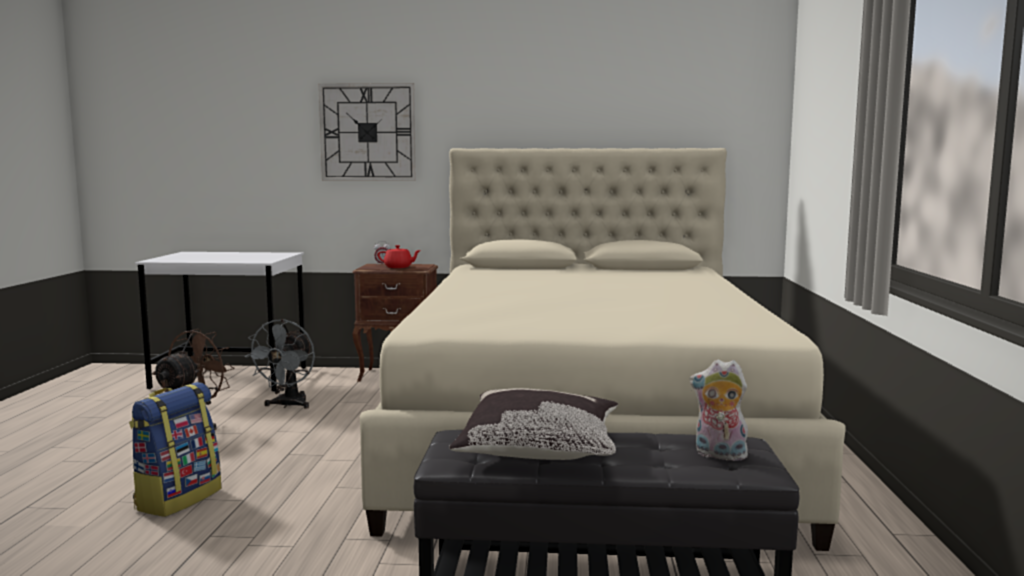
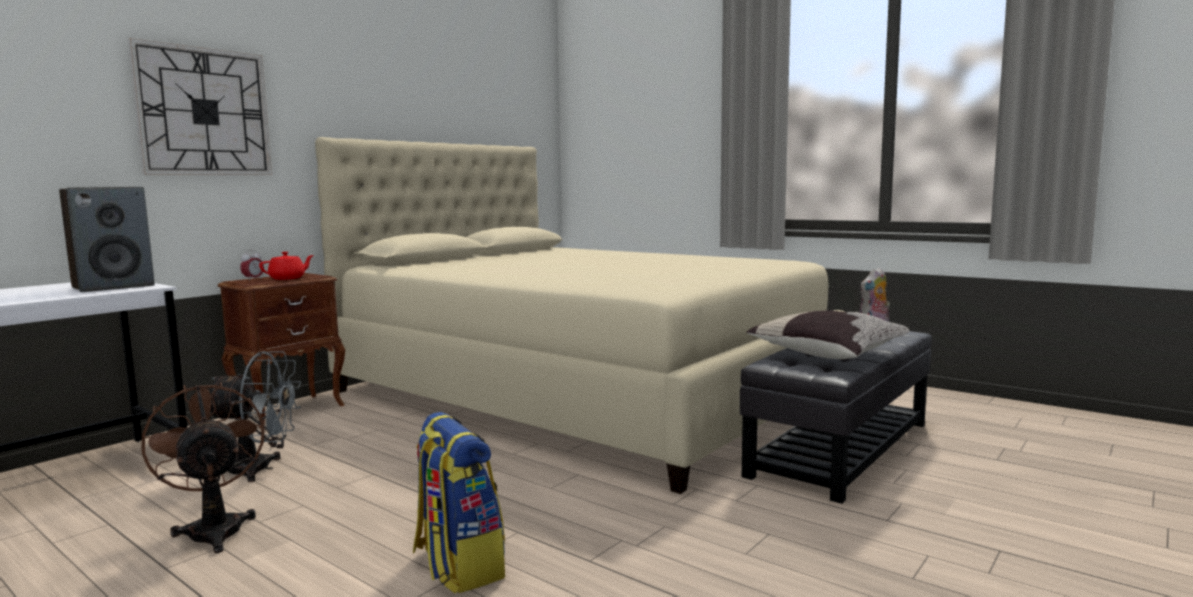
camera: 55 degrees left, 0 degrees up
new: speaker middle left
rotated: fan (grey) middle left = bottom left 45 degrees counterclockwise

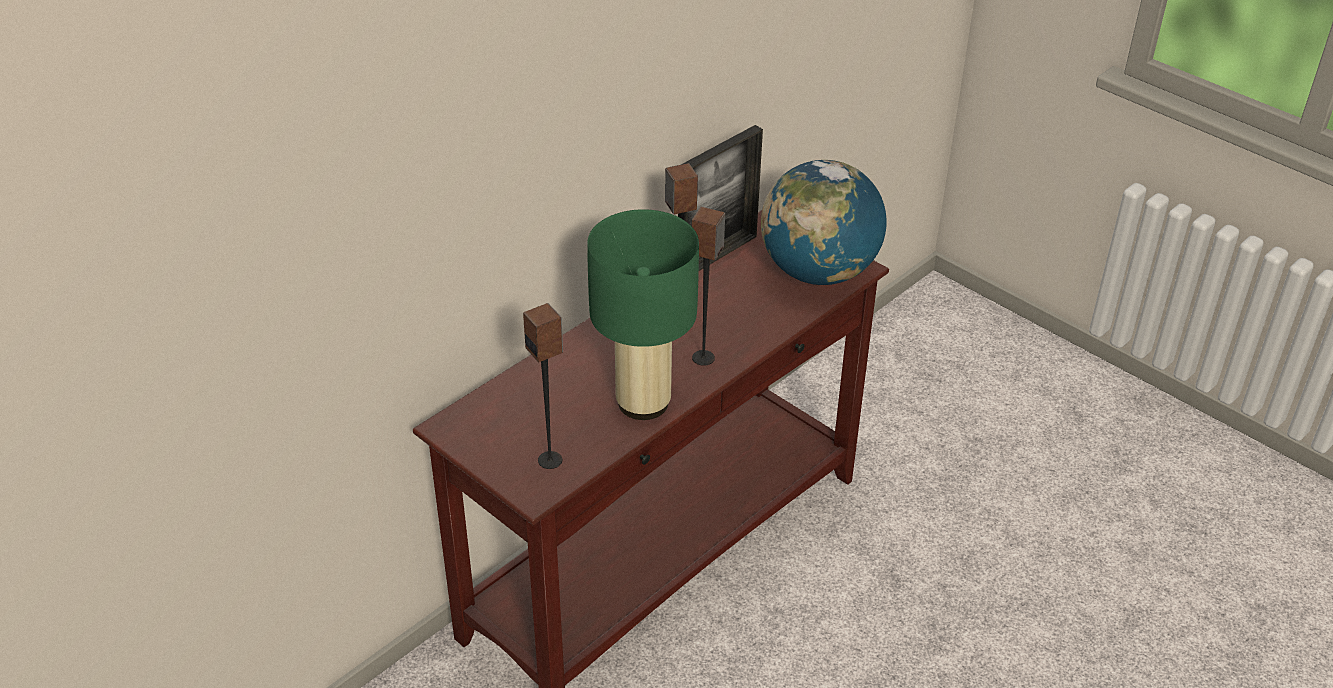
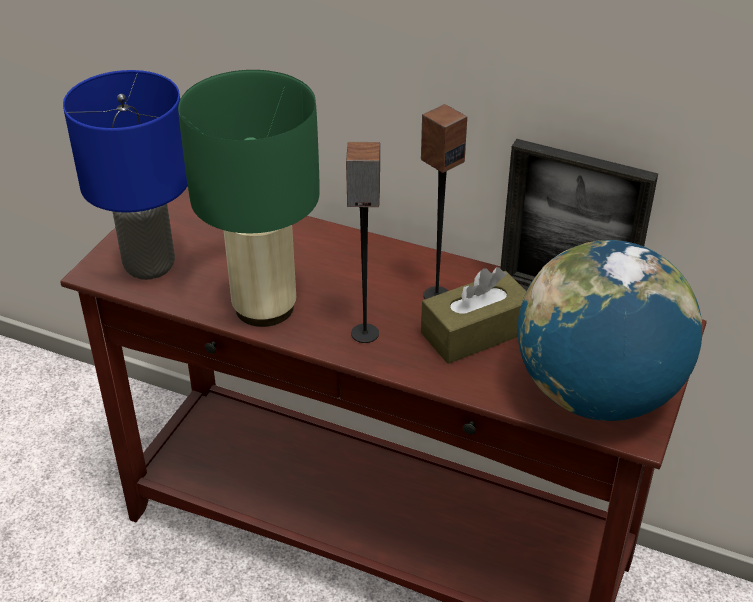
camera: 70 degrees right, 0 degrees up
new: tissue box (brown) centre
swapped: speaker (no. 1 from left) centre to table lamp (blue) top left

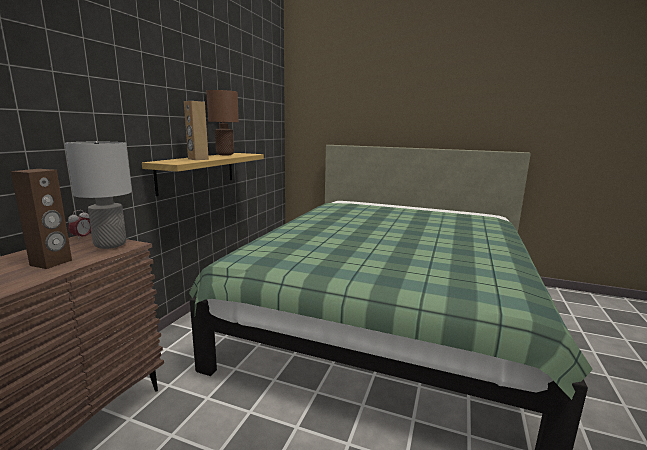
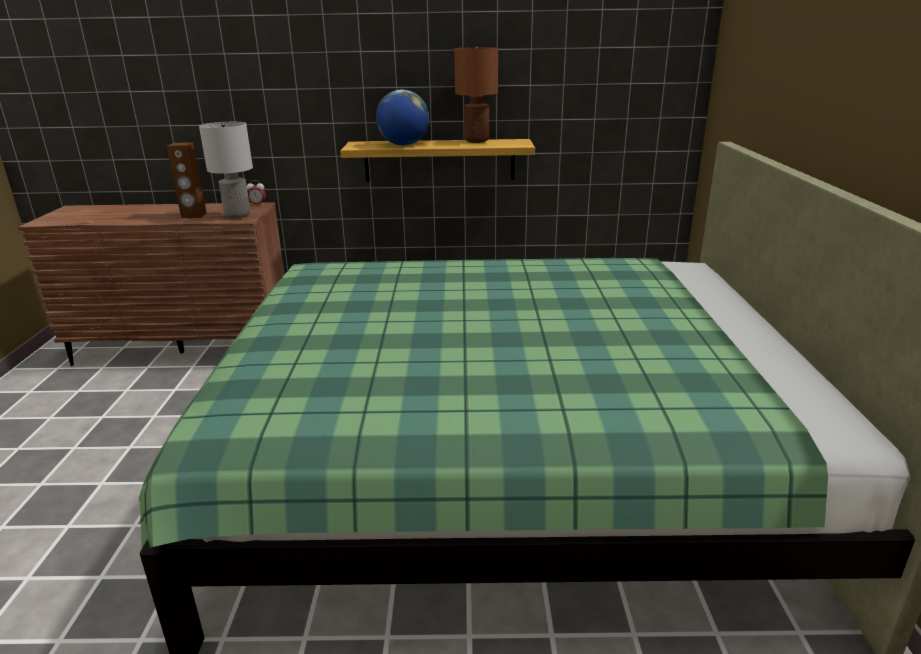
camera: 70 degrees right, 10 degrees up
swapped: speaker (brown) (no. 2 from left) top left to globe top centre

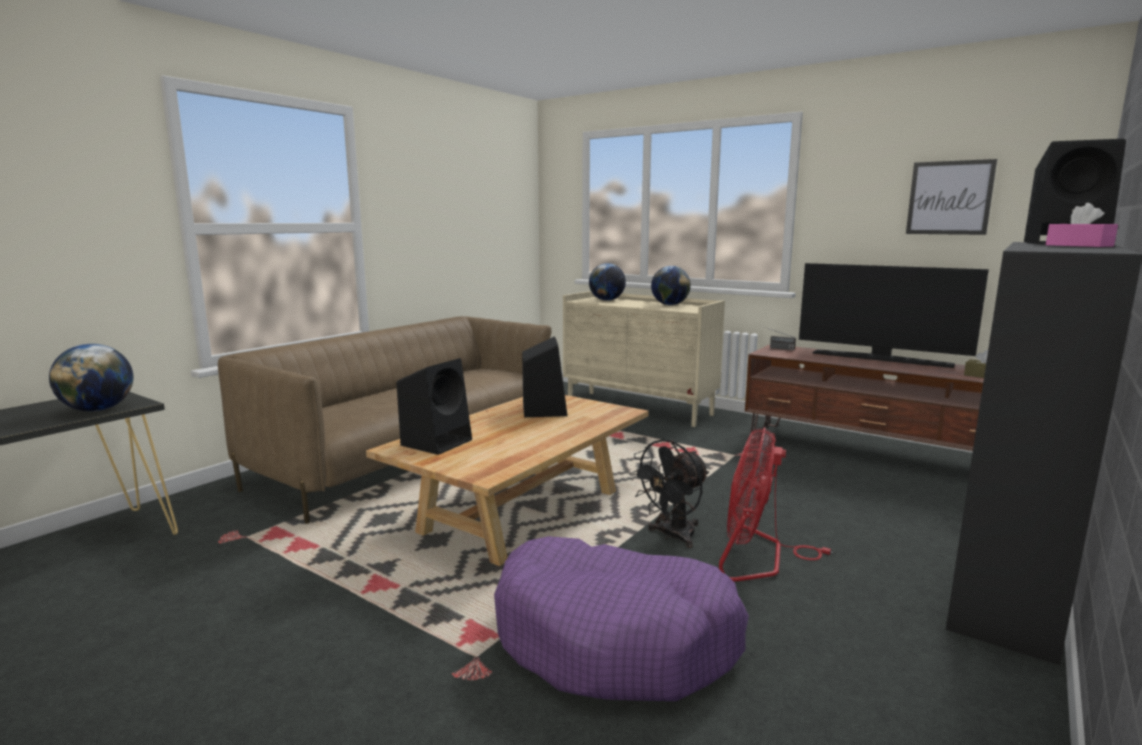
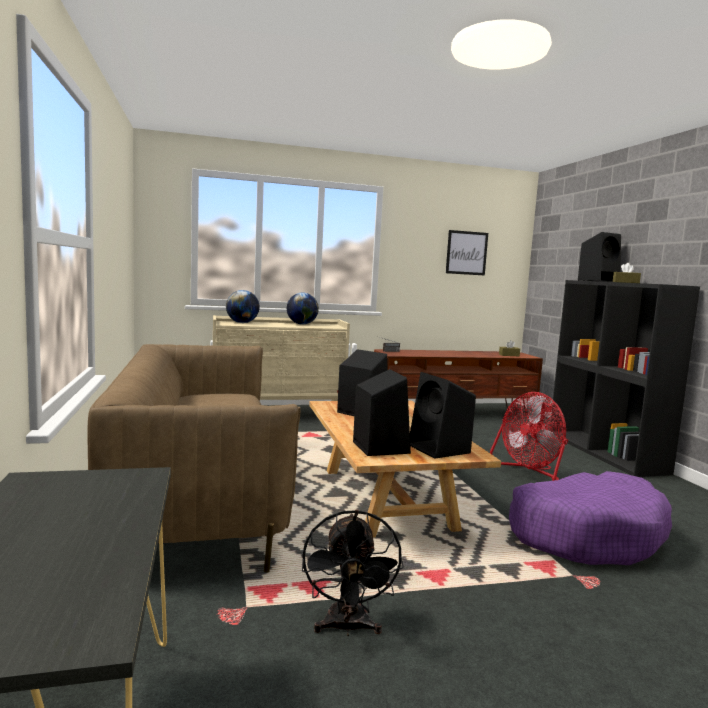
camera: 50 degrees left, 5 degrees down
gone: television middle right; globe (no. 1 from left) middle left
new: speaker (black) (no. 3 from left) centre
shifted: fan (black) centre to bottom centre
repainted: tissue box (pink) top right to tissue box (brown) (no. 2 from left) middle right

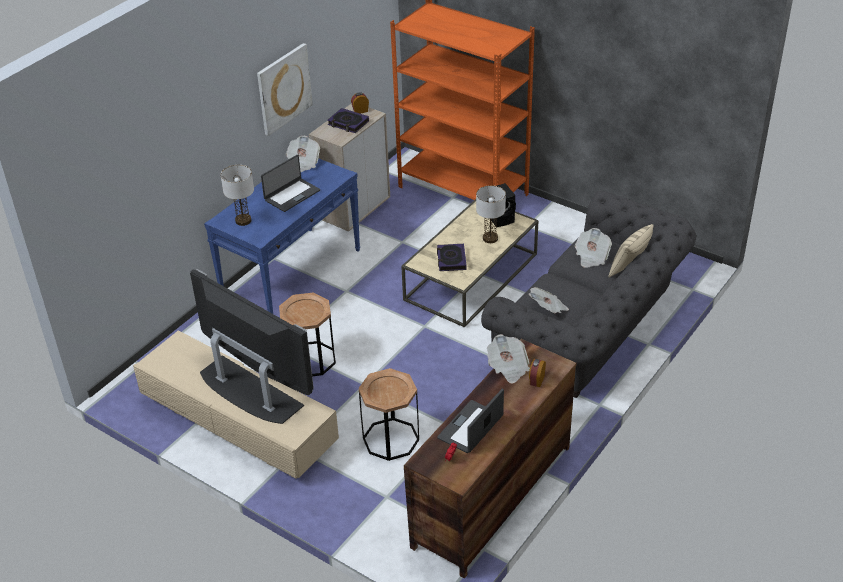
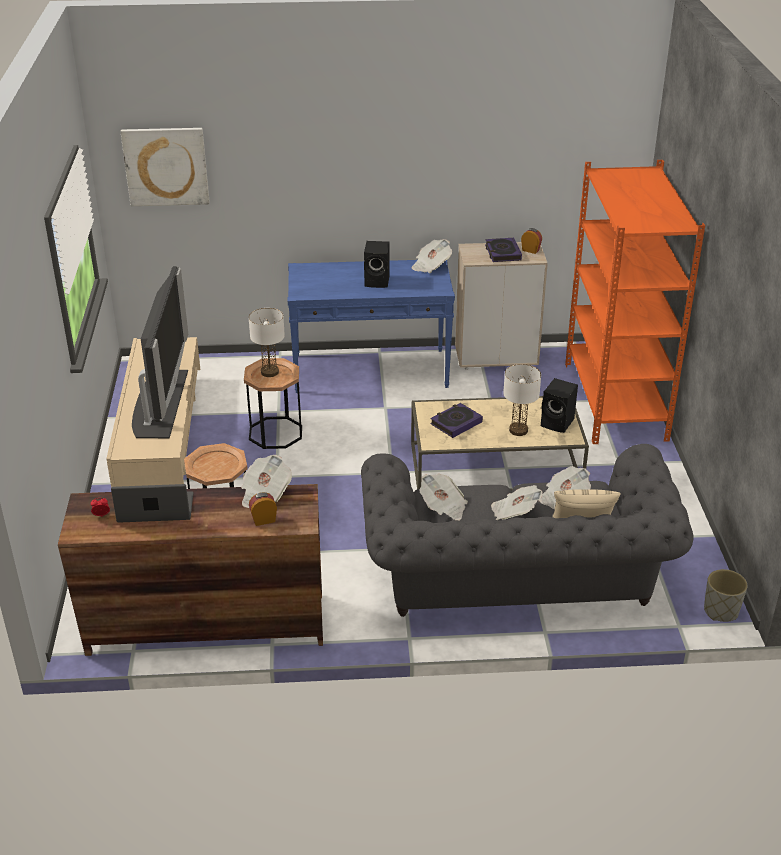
camera: 50 degrees right, 5 degrees down
new: newspaper (no. 4 from left) centre; planter (grey) bottom right
shifted: picture top centre to top left; table lamp (no. 1 from left) middle left to centre
swapped: laptop (no. 1 from left) top centre to speaker (black) (no. 1 from left) top centre

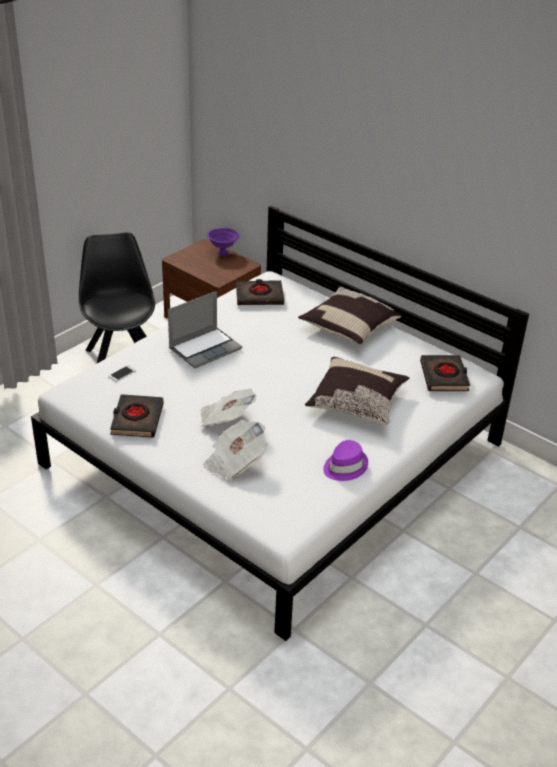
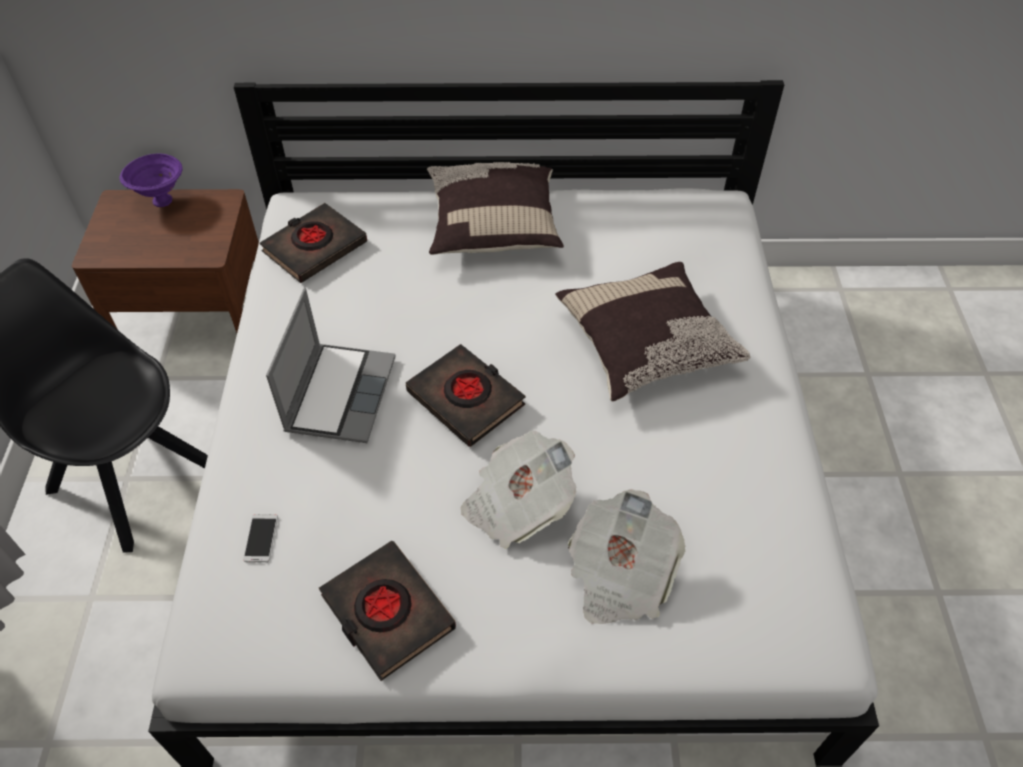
camera: 40 degrees left, 15 degrees up
gone: hat (purple) centre
shifted: book (black) (no. 3 from left) middle right to centre

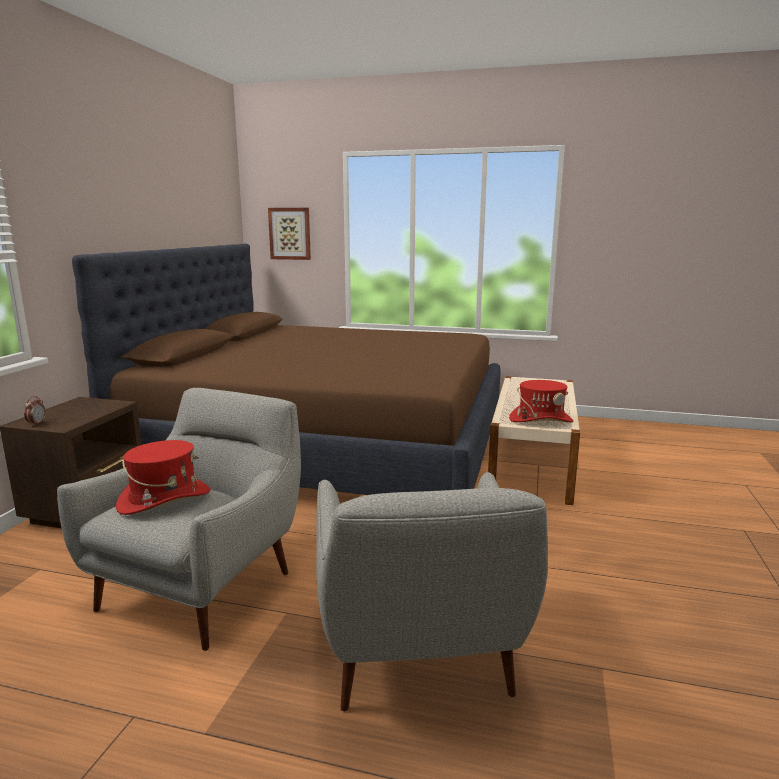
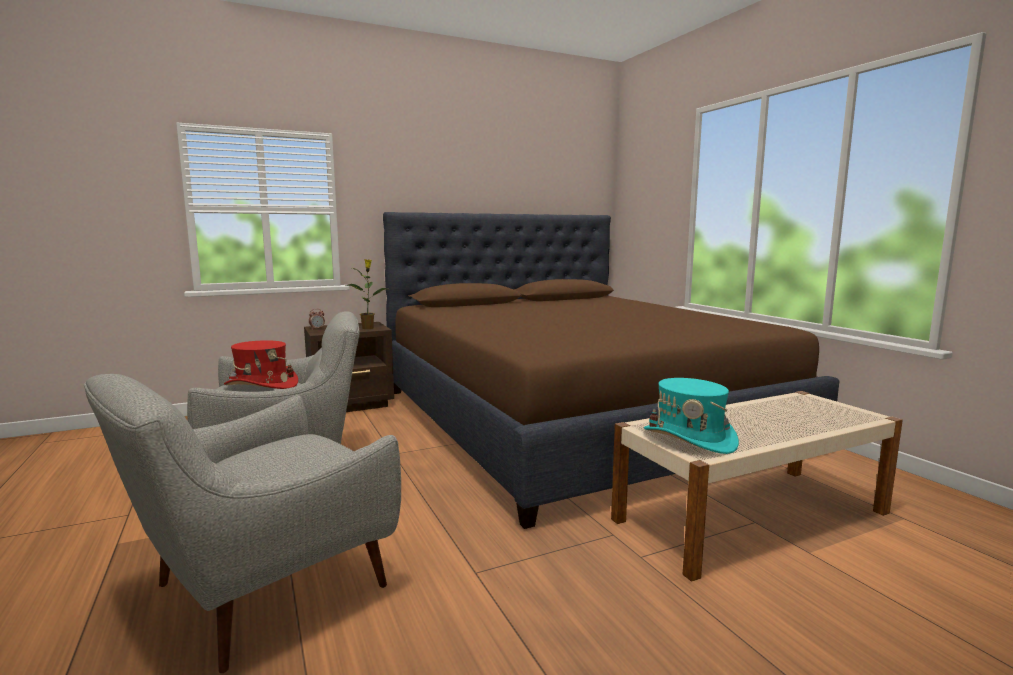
camera: 50 degrees right, 5 degrees down
gone: picture top centre
new: potted plant centre
repainted: hat (red) (no. 2 from left) middle right to hat (turquoise) middle right

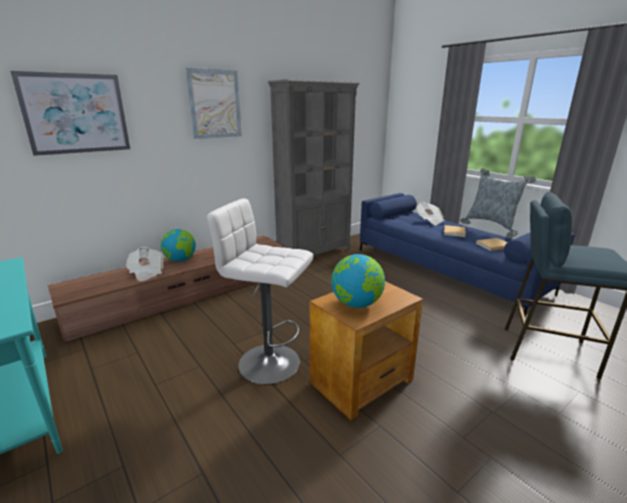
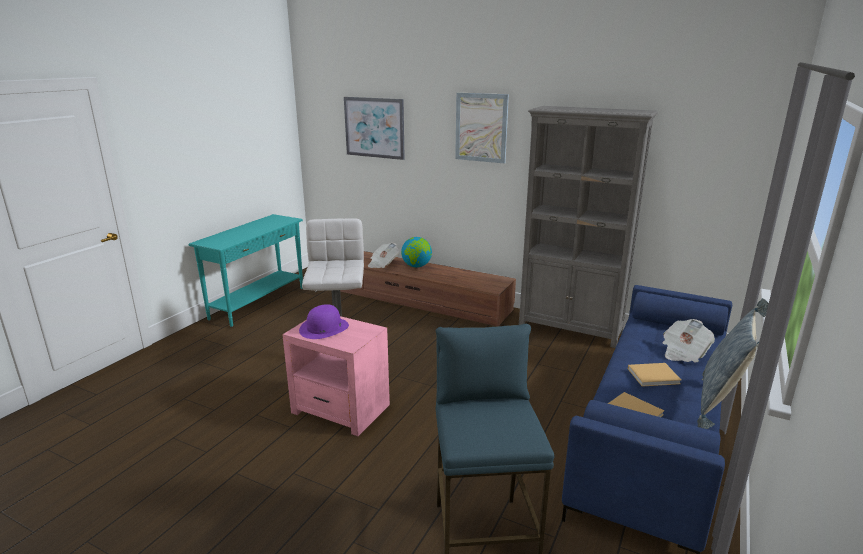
camera: 65 degrees right, 0 degrees up
swapped: globe (no. 2 from left) centre to hat (purple) centre
repainted: side table (brown) bottom centre to side table (pink) bottom centre

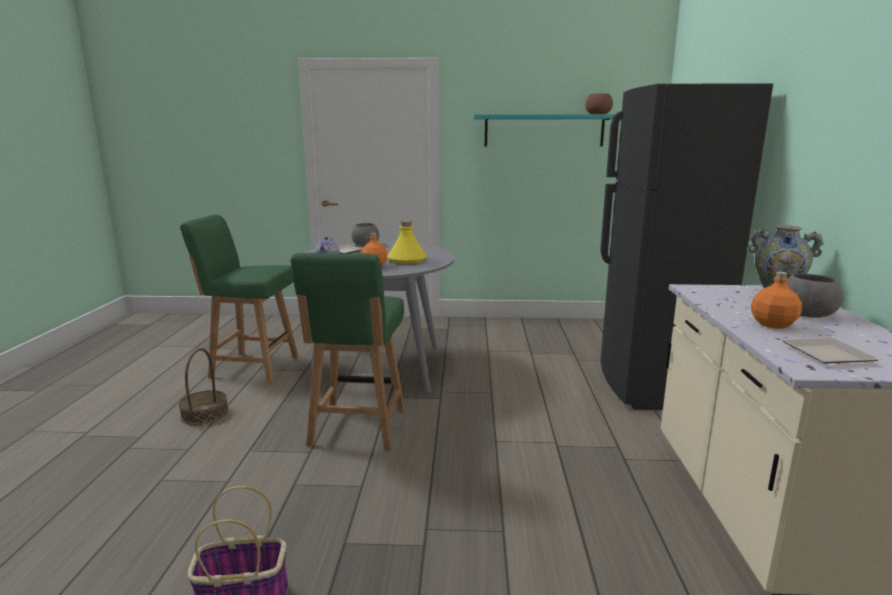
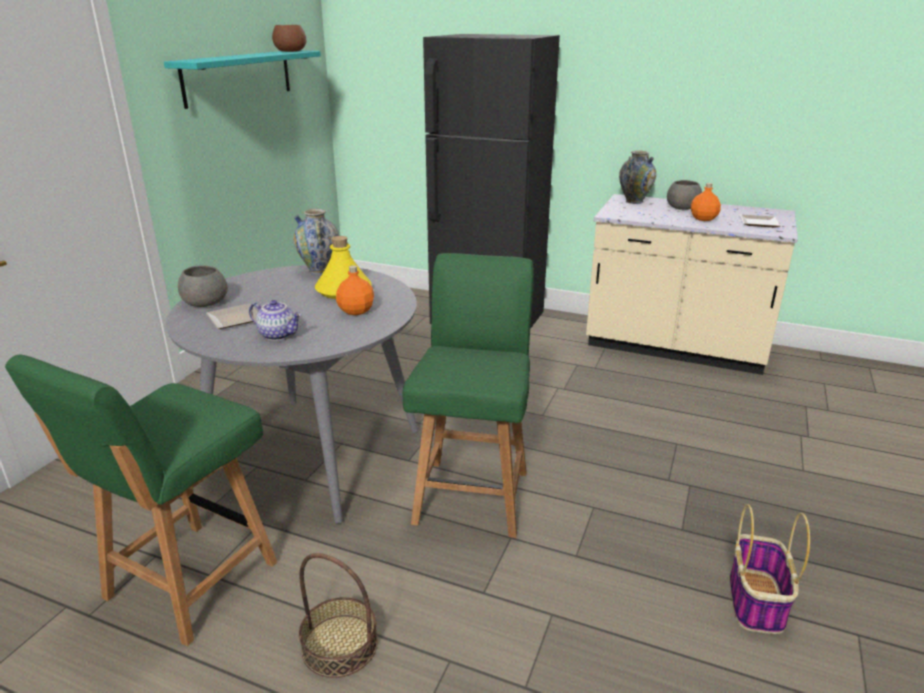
camera: 70 degrees left, 10 degrees up
new: vase (no. 1 from left) centre
rotated: chair (green) (no. 2 from left) centre = centre 105 degrees counterclockwise

